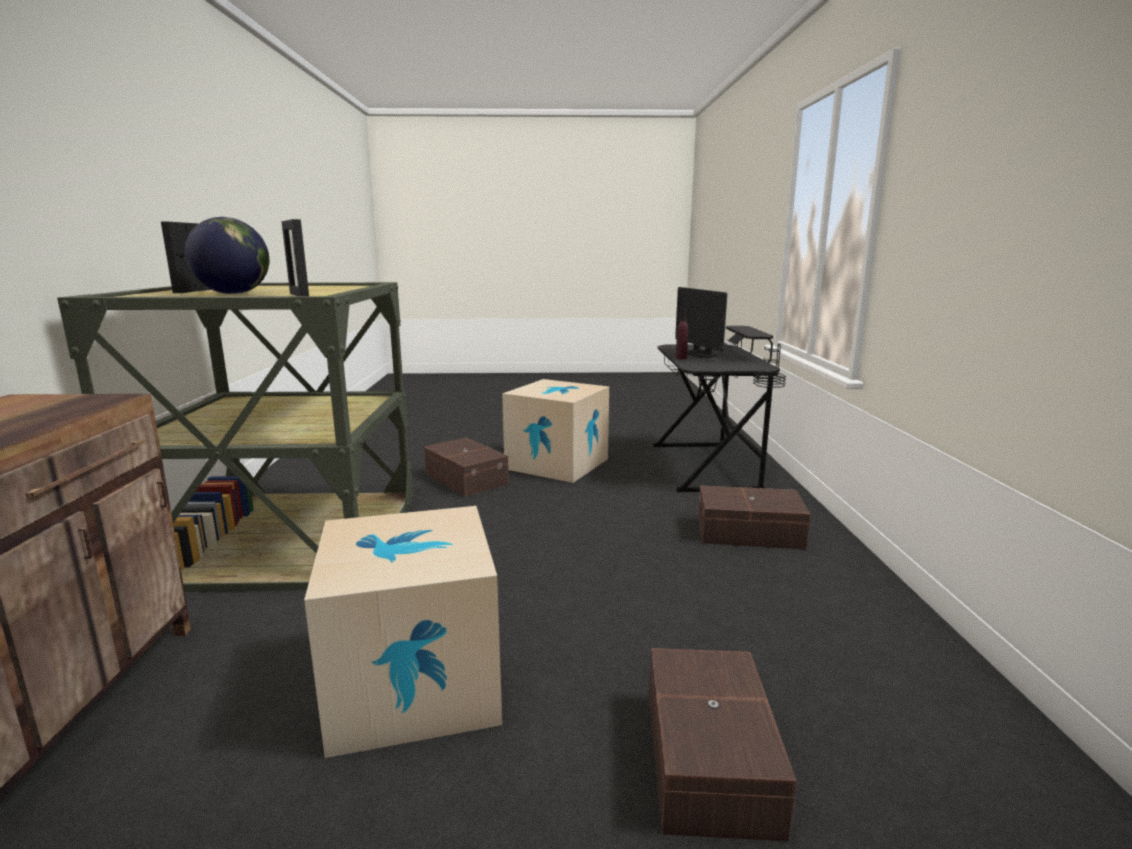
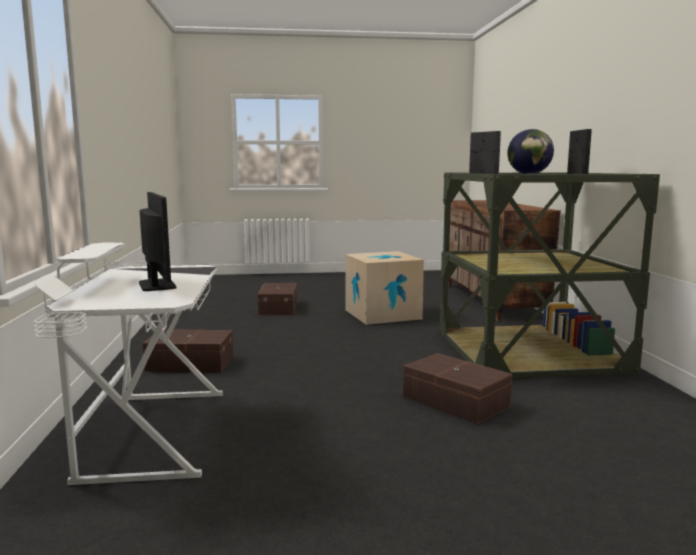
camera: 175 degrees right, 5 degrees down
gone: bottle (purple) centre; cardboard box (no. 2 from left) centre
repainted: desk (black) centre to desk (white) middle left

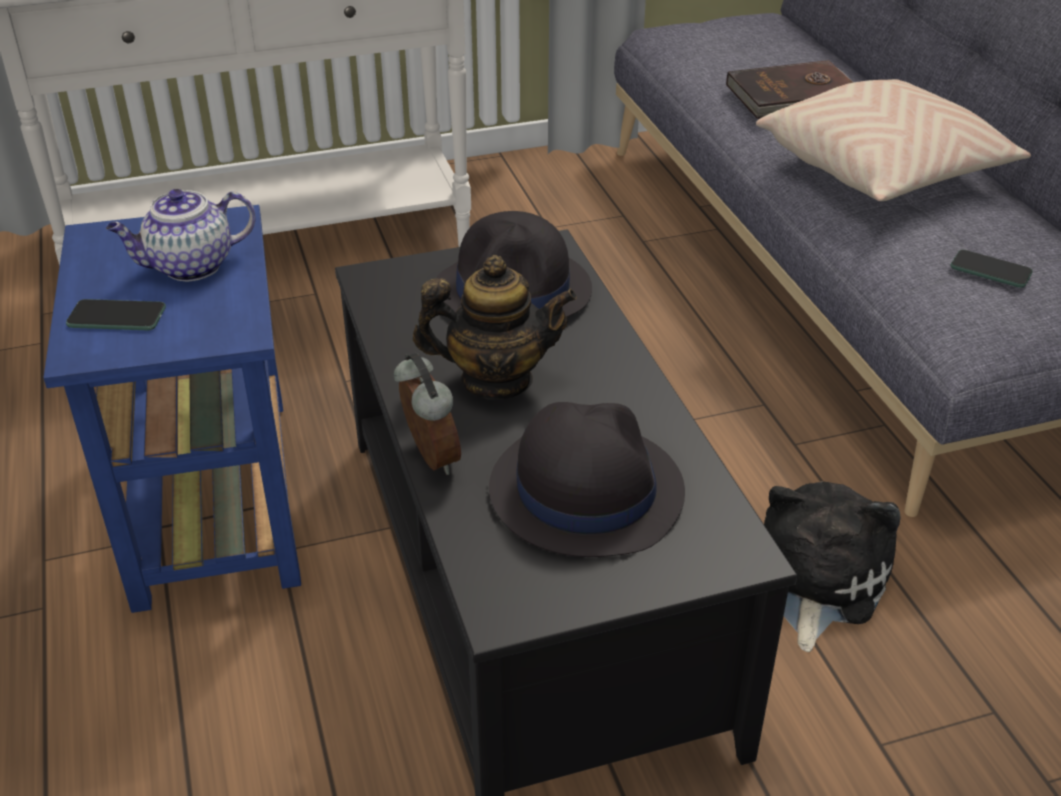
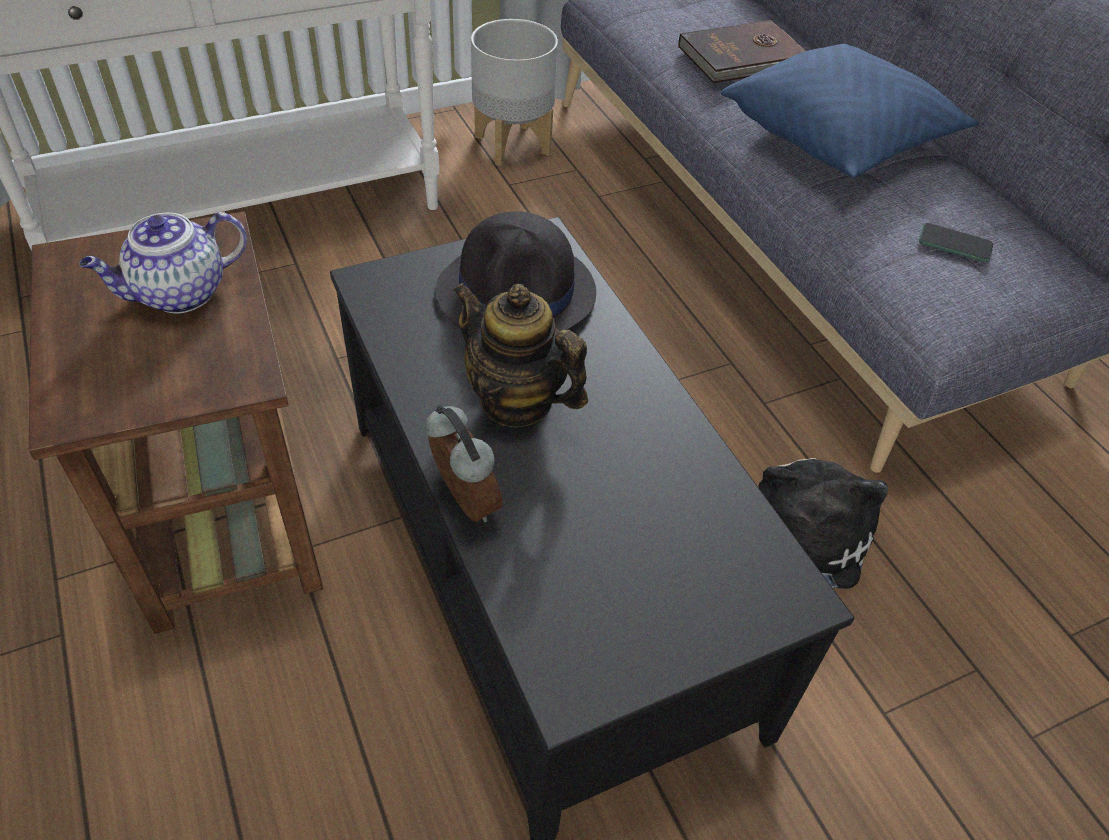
camera: 10 degrees left, 10 degrees up
gone: phone (no. 1 from left) middle left; hat (black) (no. 2 from left) centre
new: planter (grey) top centre
repainted: pillow (beige) top right to pillow (blue) top right; side table (blue) middle left to side table (brown) middle left
rotated: teapot (no. 2 from left) centre = centre 135 degrees counterclockwise

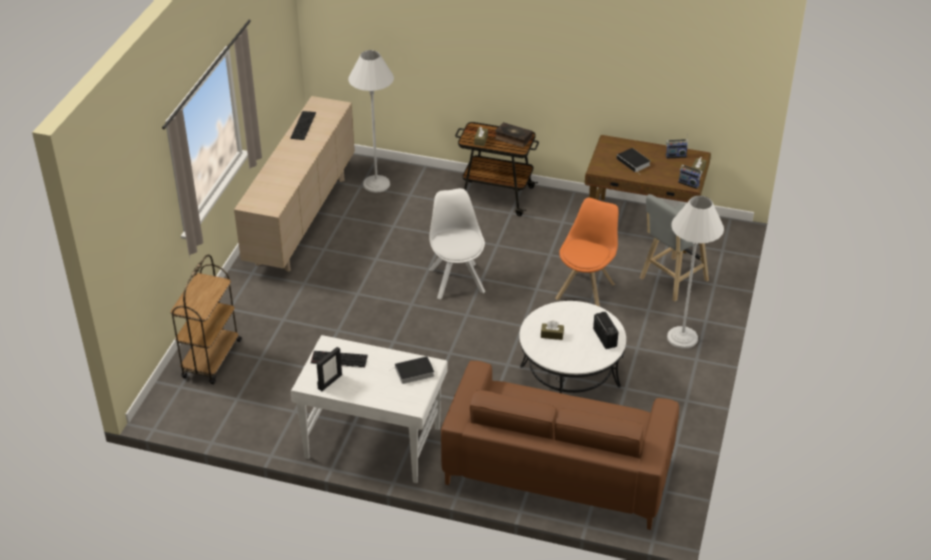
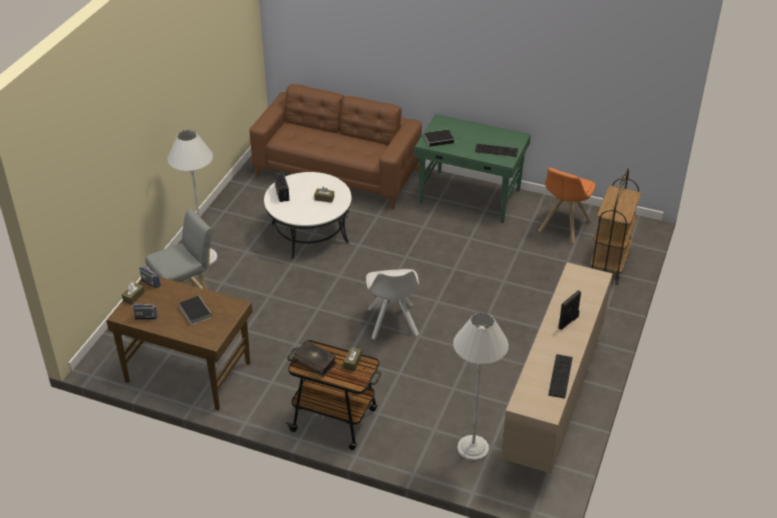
camera: 175 degrees left, 0 degrees up
shifted: chair (orange) centre to middle right; picture frame centre to middle right
repainted: desk (white) bottom centre to desk (green) top centre

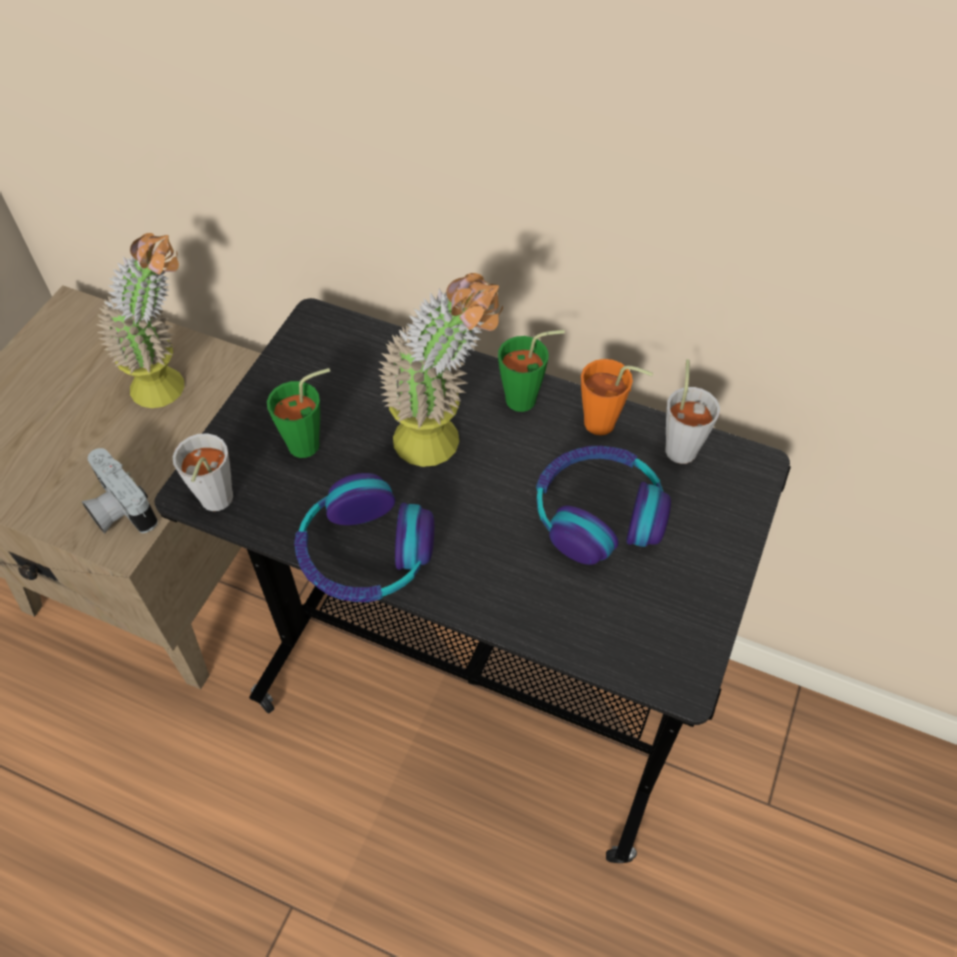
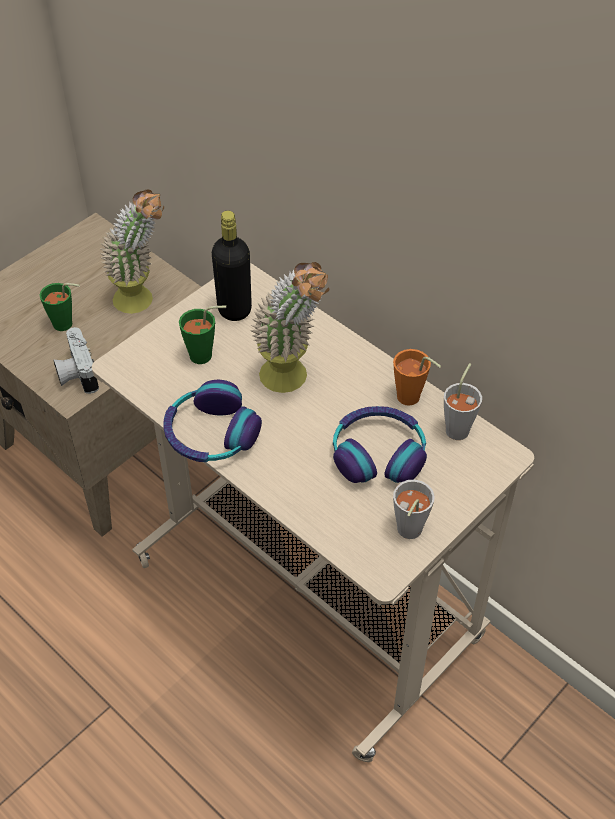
camera: 20 degrees right, 5 degrees down
new: bottle (black) top centre
shifted: cup (green) (no. 2 from left in the first image) centre to cup (green) (no. 1 from left) middle left; cup (grey) (no. 1 from left) middle left to middle right
repainted: desk (black) centre to desk (beige) centre

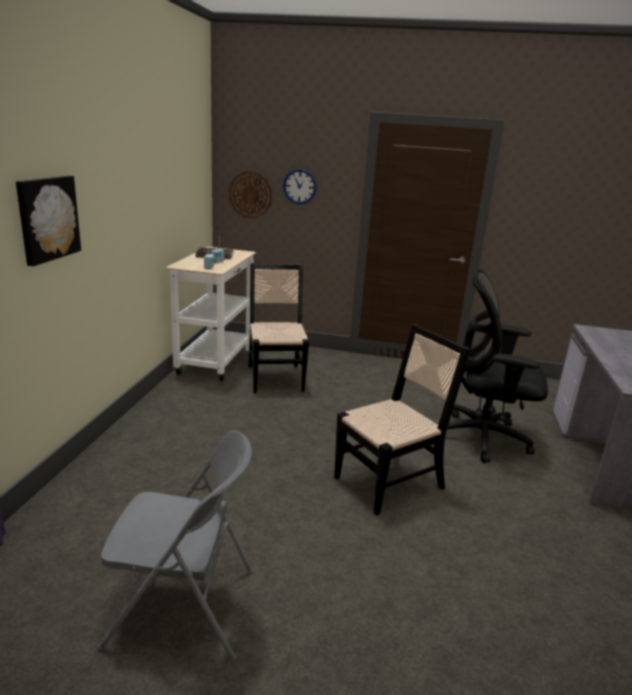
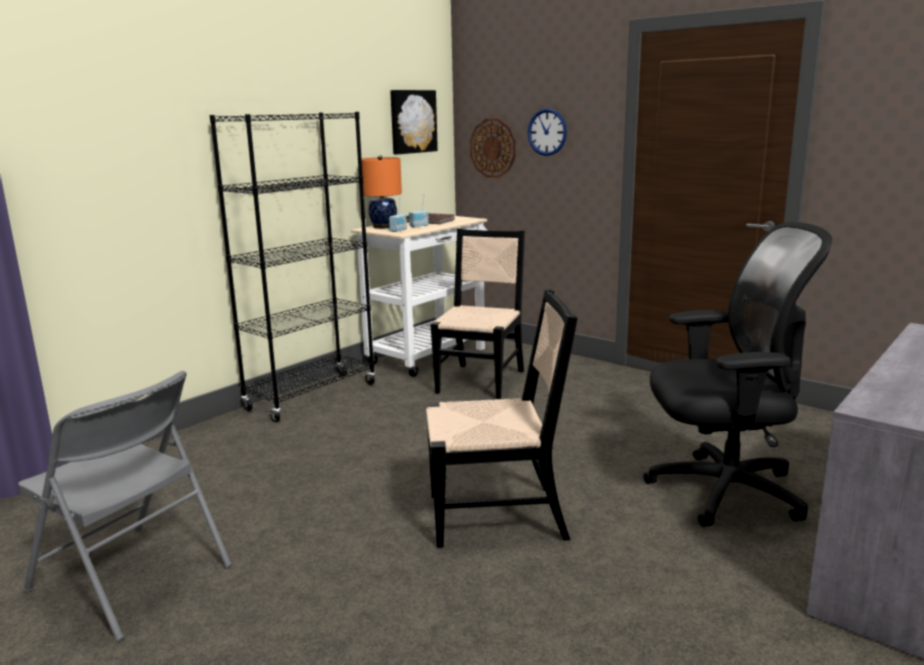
camera: 30 degrees right, 5 degrees down
new: bookcase (black) middle left; table lamp (orange) top centre
shifted: picture top left to top centre
rotated: office chair (black) middle right = middle right 135 degrees clockwise

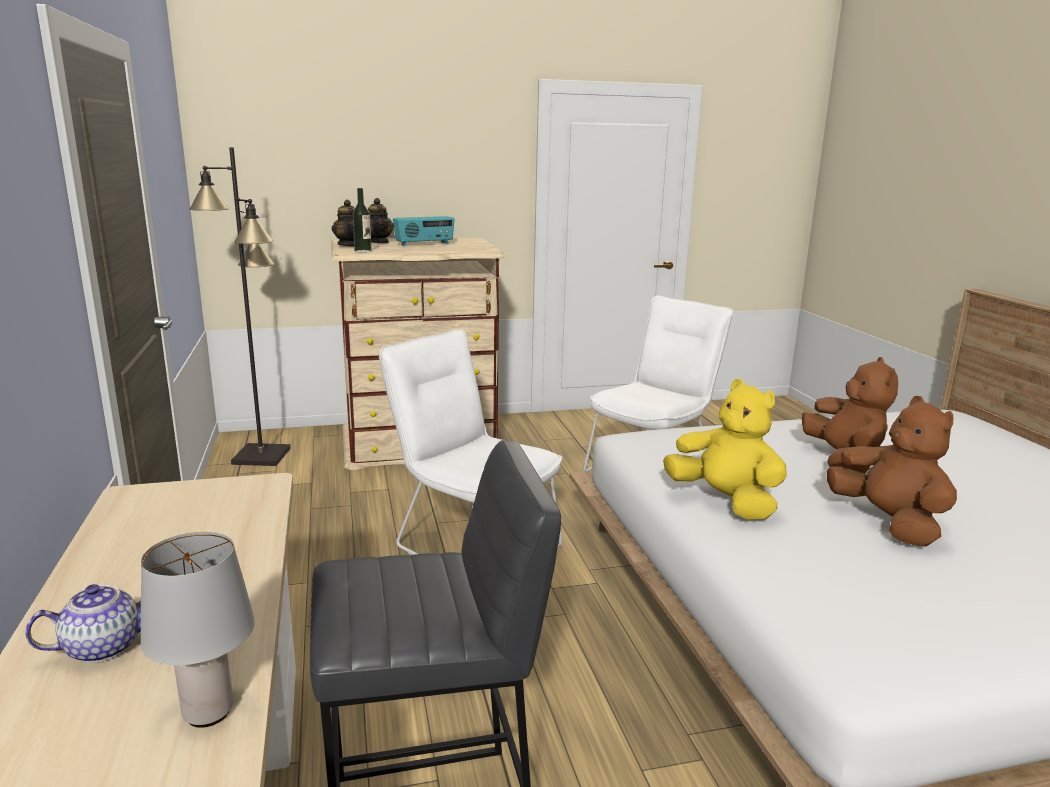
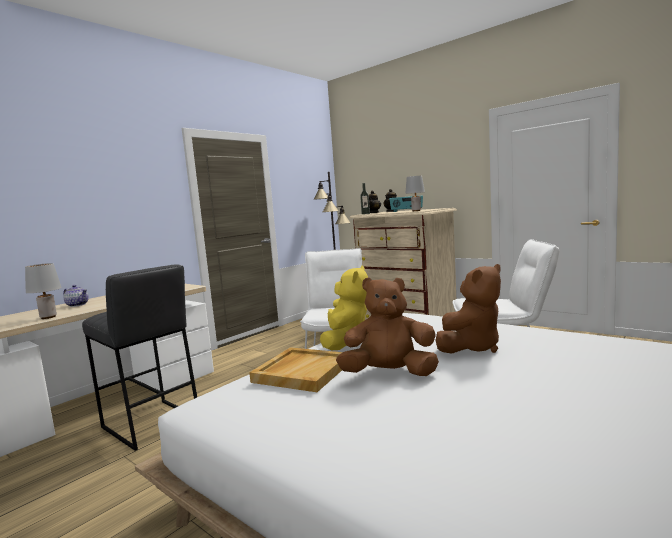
camera: 55 degrees right, 10 degrees down
new: table lamp (grey) (no. 2 from left) centre; tray (beige) bottom centre
rotated: plush toy (brown) (no. 2 from left in the first image) middle right = centre 120 degrees counterclockwise

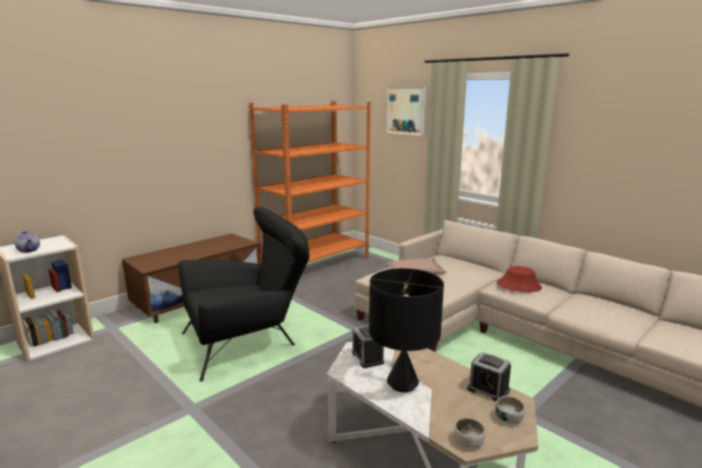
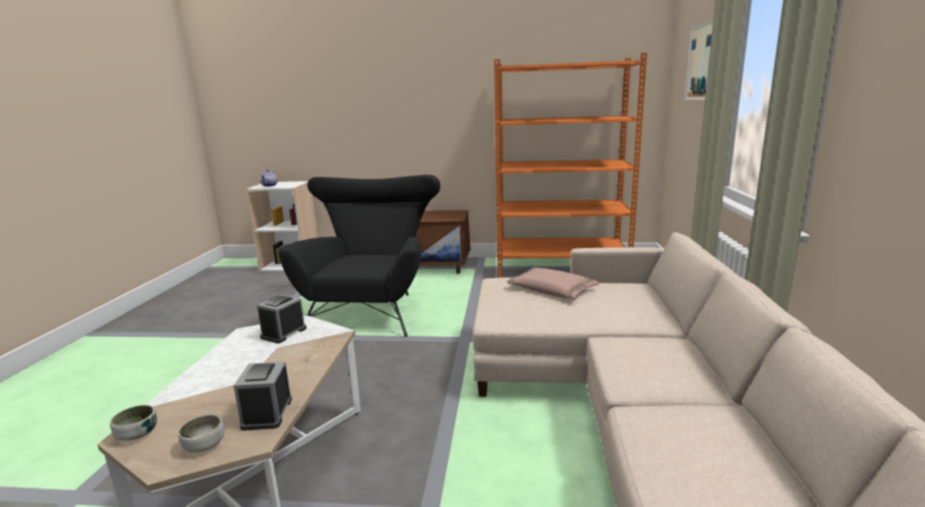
camera: 50 degrees right, 0 degrees up
gone: hat (red) middle right; table lamp (black) bottom centre
rotated: armchair (black) centre = centre 105 degrees counterclockwise

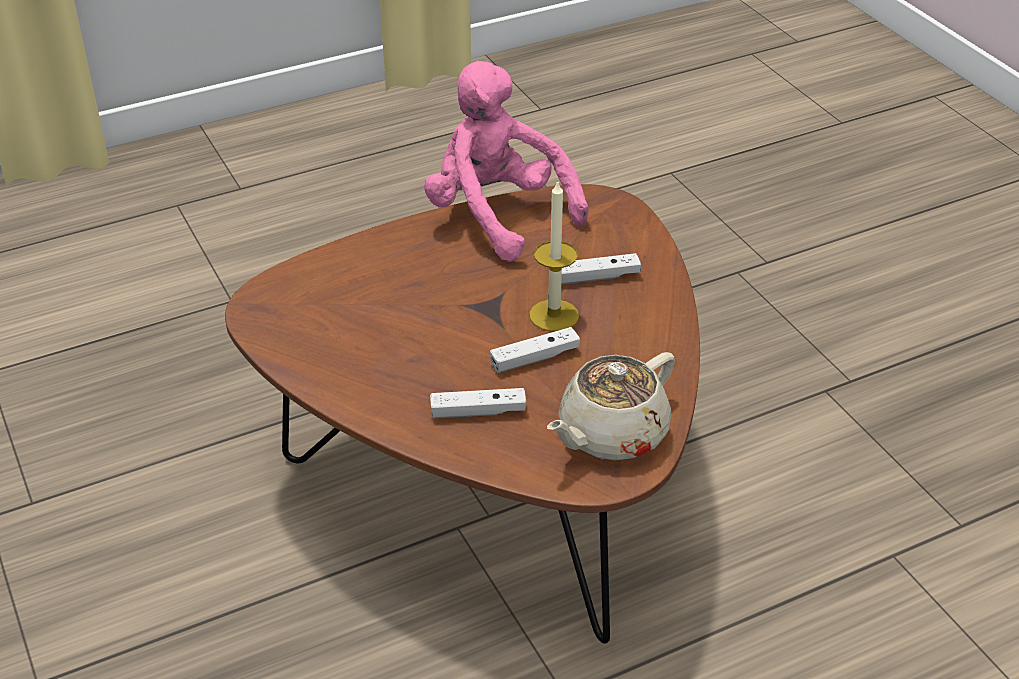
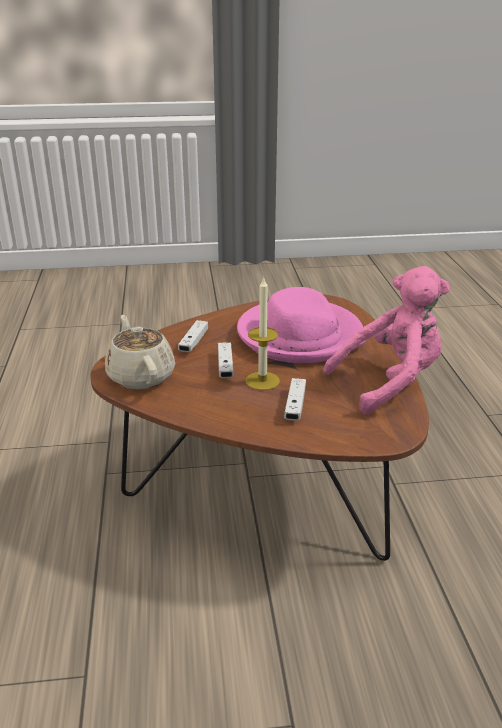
camera: 110 degrees right, 10 degrees down
new: hat (pink) centre

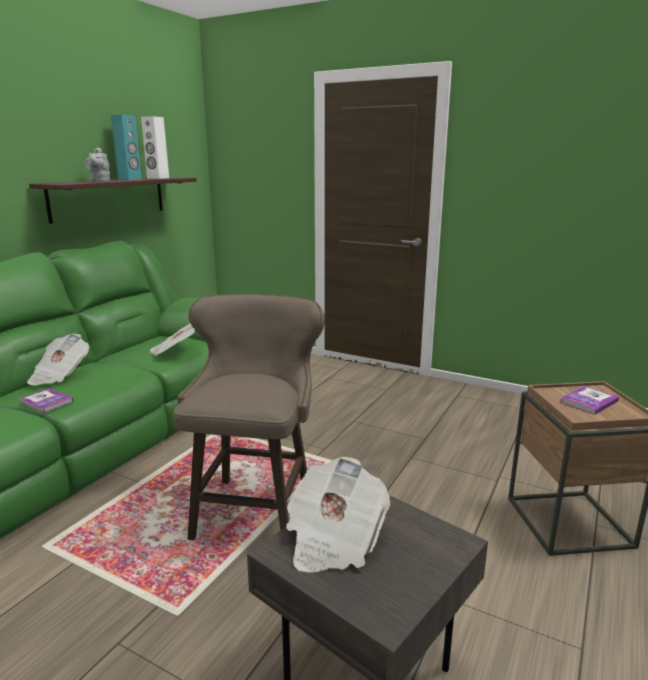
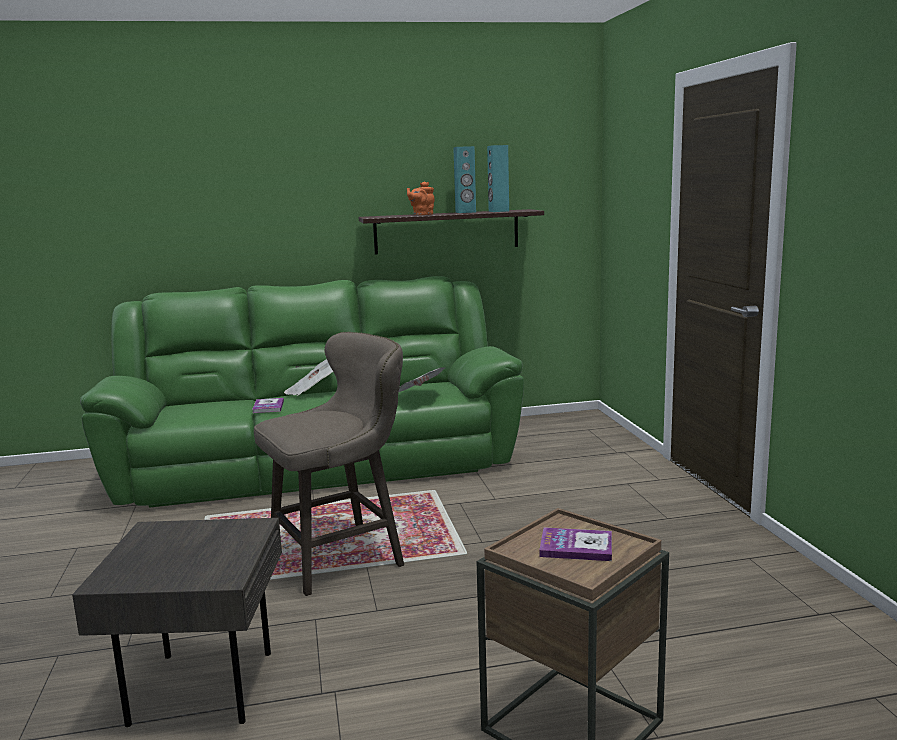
camera: 50 degrees right, 5 degrees down
gone: newspaper (no. 3 from left) bottom centre
repainted: speaker (white) top left to speaker (turquoise) (no. 2 from left) top centre; teapot (grey) top left to teapot (orange) top centre

